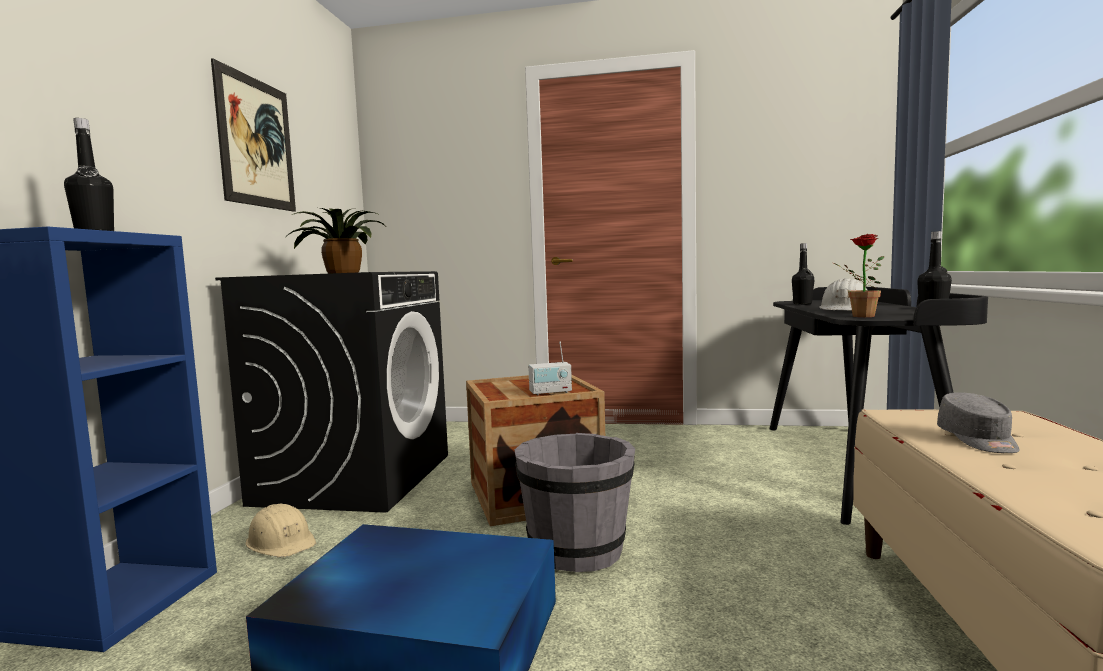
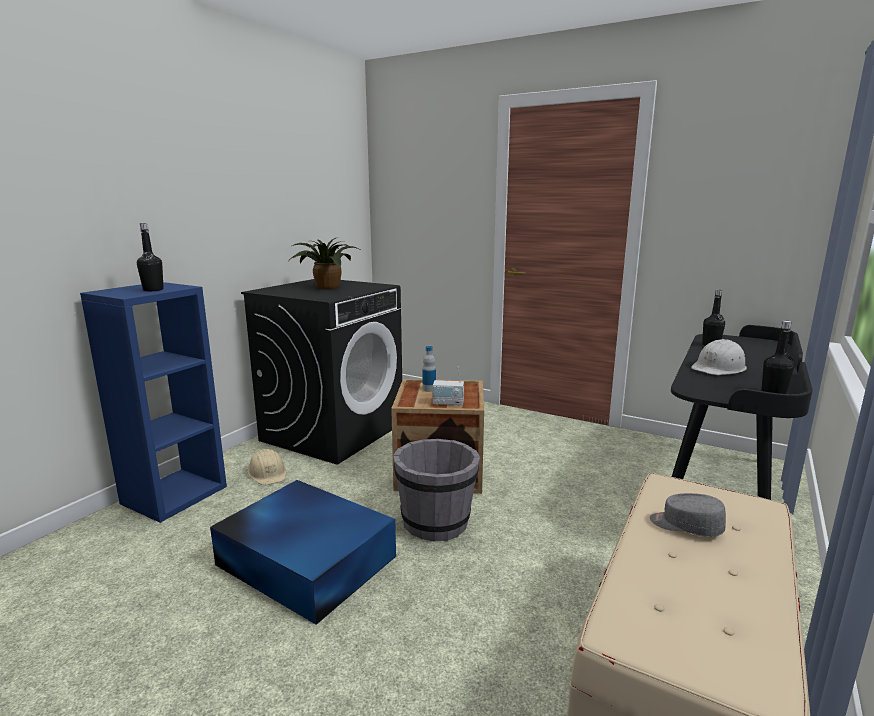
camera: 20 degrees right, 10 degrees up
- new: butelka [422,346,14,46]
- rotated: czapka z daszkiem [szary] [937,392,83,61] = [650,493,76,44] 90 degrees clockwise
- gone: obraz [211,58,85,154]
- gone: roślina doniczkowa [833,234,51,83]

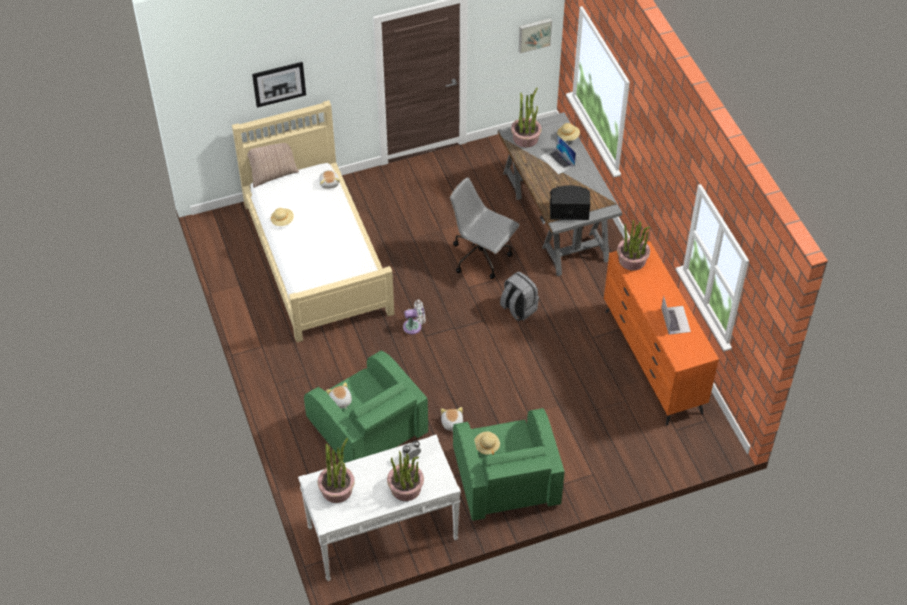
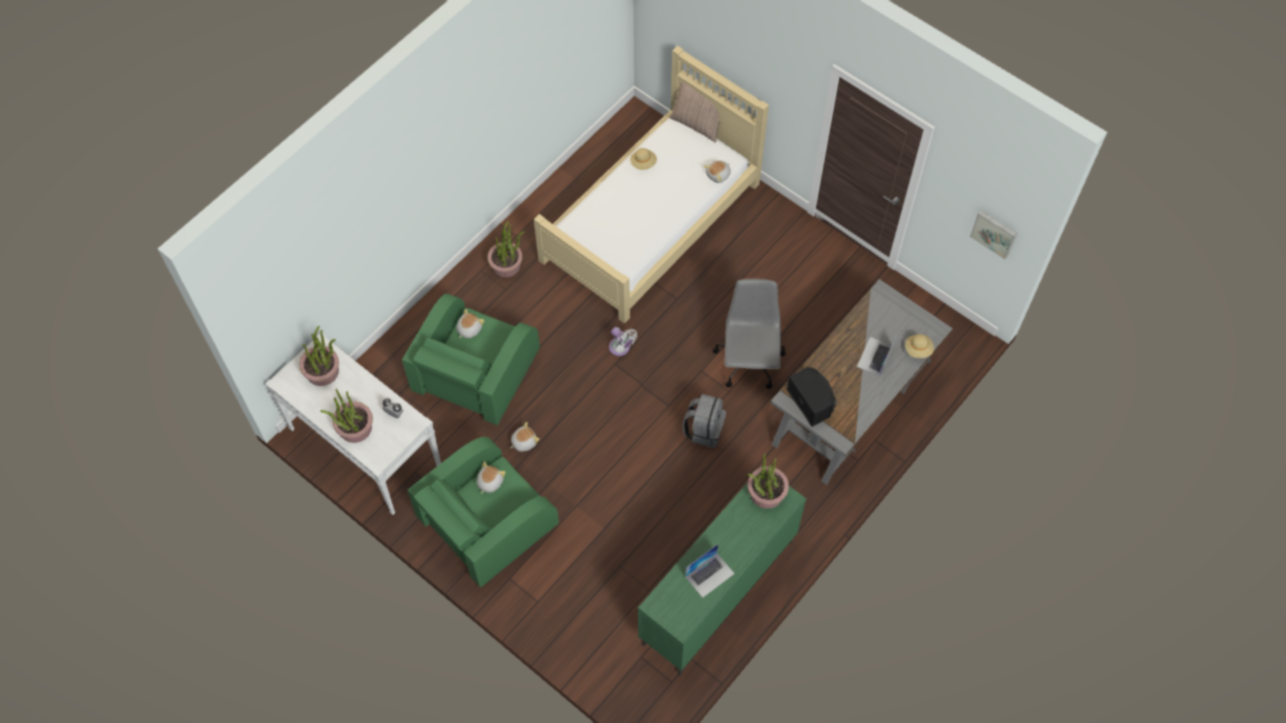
camera: 60 degrees right, 10 degrees up
- swapped: kapelusz [beżowy] [474,432,26,23] to pluszak [477,461,29,33]
- shifted: roślina doniczkowa [511,88,31,60] to [487,221,38,57]
- repainted: komoda [pomarańczowy] [604,241,115,184] to komoda [zielony] [638,466,168,209]
- gone: obraz [252,62,54,46]

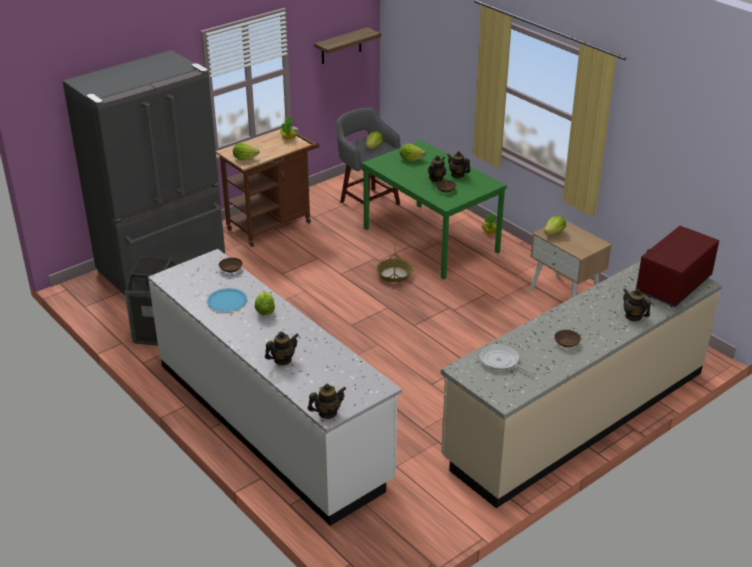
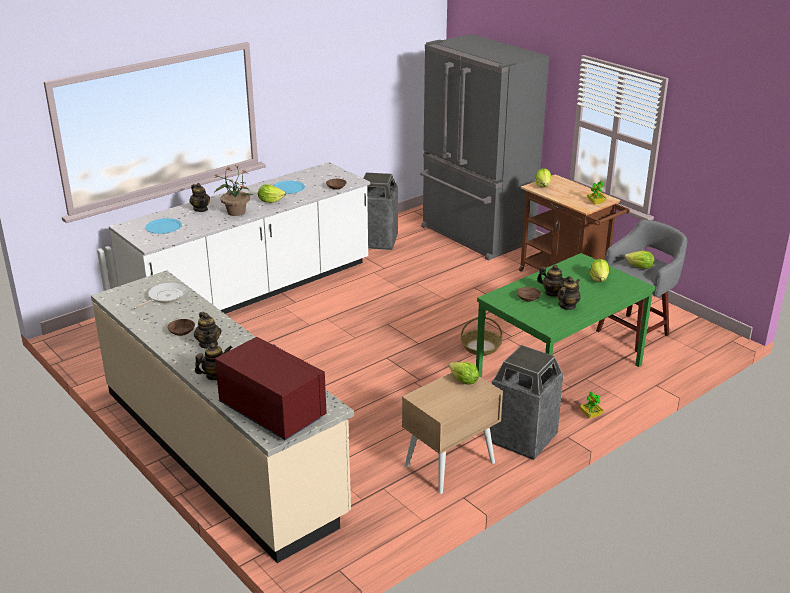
camera: 90 degrees right, 5 degrees down
- new: talerz [niebieski] [146,218,36,16]
- shifted: imbryk [308,384,38,35] to [194,312,27,37]
- new: roślina doniczkowa [214,165,39,51]
- new: kosz na śmieci [490,345,73,115]
- gone: półka [314,27,67,37]

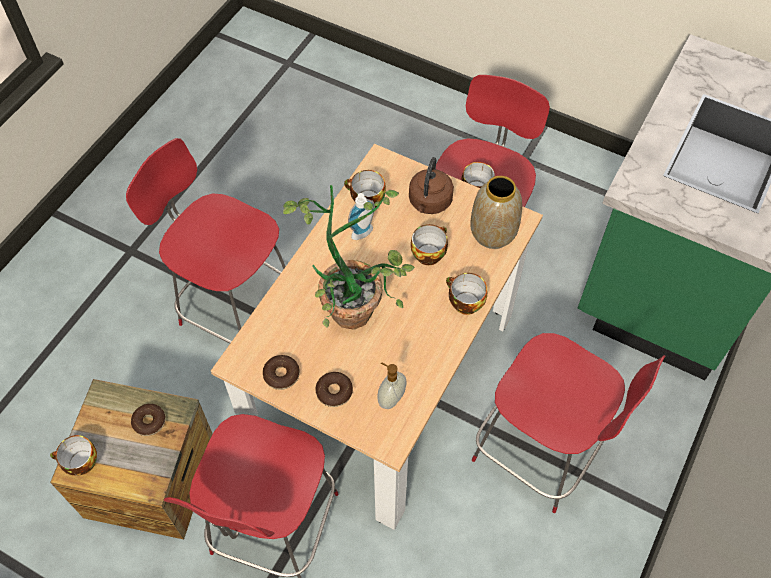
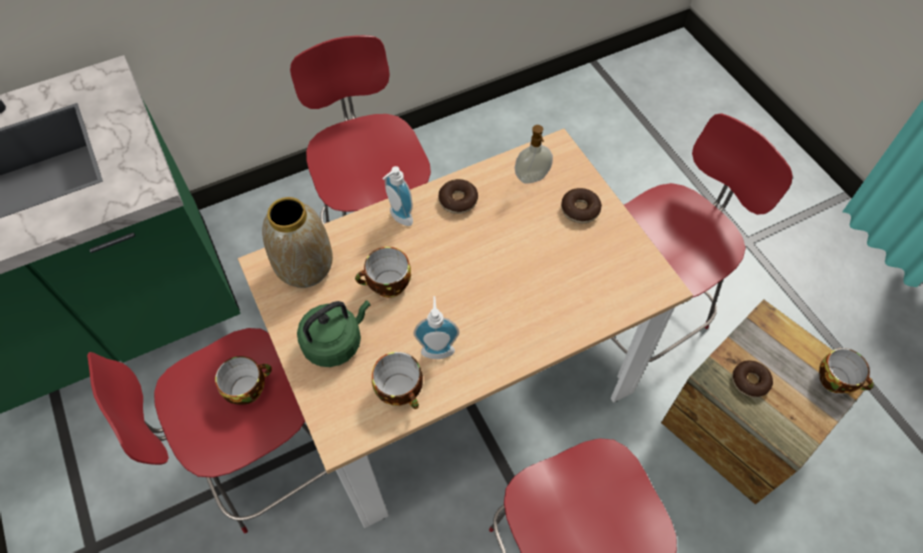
camera: 145 degrees left, 0 degrees up
- repainted: czajnik [brązowy] [409,157,45,57] to czajnik [zielony] [297,300,73,67]
- swapped: filiżanka [446,273,41,42] to dozownik mydła [382,166,31,60]
- shifted: donut [263,355,37,35] to [438,179,40,35]
- gone: roślina doniczkowa [283,185,132,145]

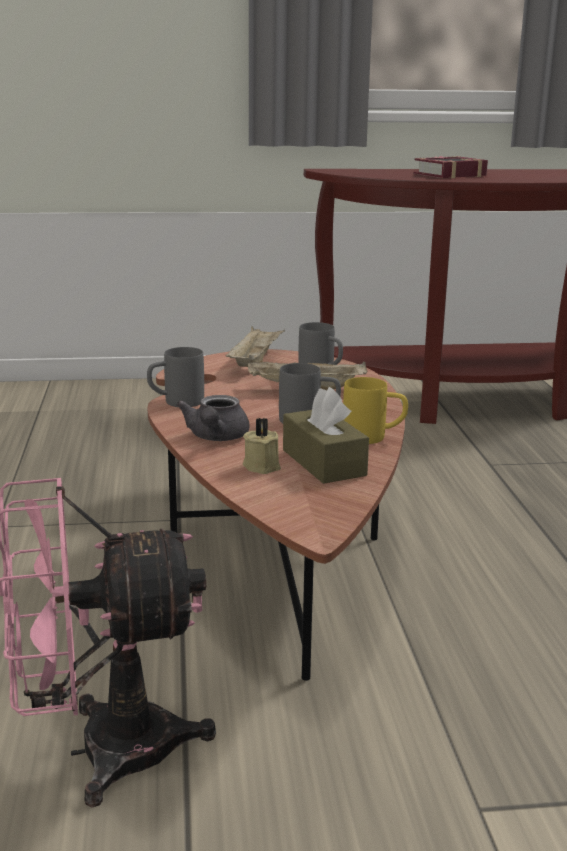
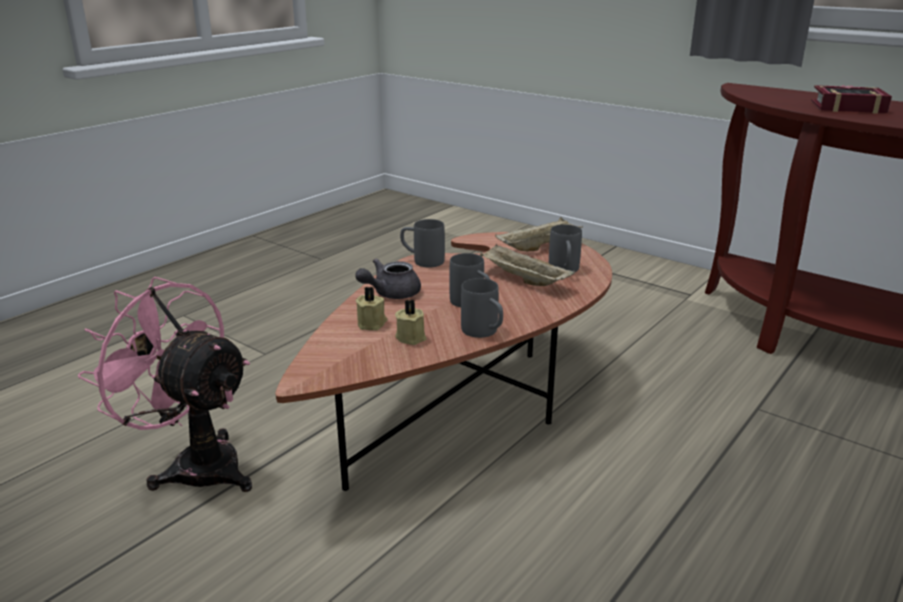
camera: 45 degrees right, 5 degrees up
- swapped: pudełko chusteczek [brązowy] [283,387,86,97] to świeca [beżowy] [395,299,31,46]
- repainted: kubek [żółty] [343,377,65,67] to kubek [szary] [461,278,42,60]

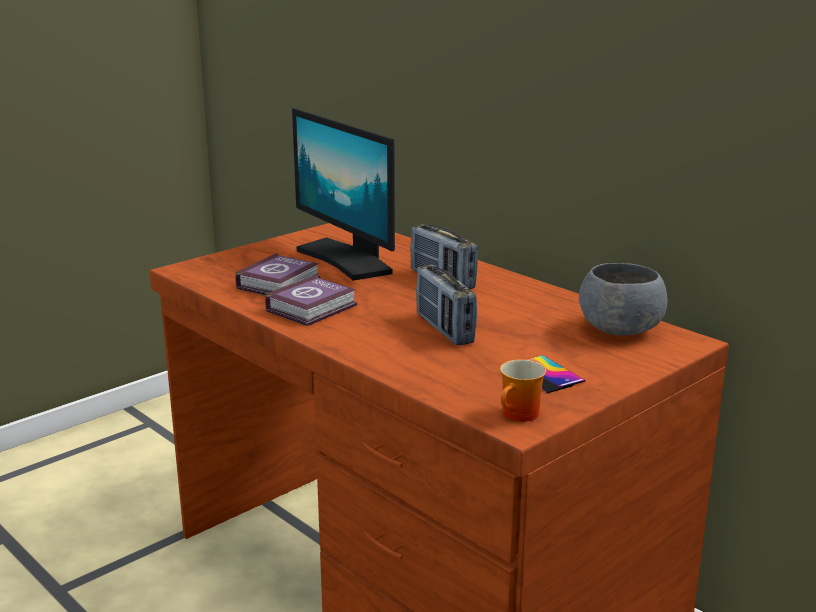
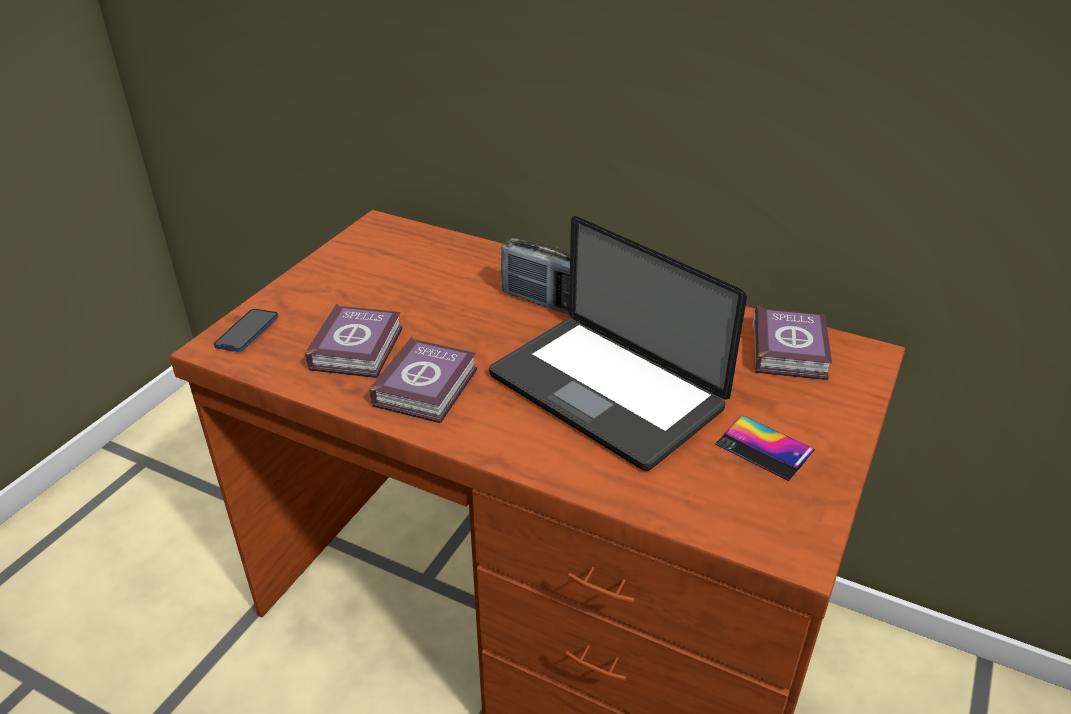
camera: 20 degrees left, 15 degrees up
- new: telefon [214,309,64,43]
- swapped: radio [416,265,61,80] to laptop [489,216,258,255]
- swapped: miska [szary] [579,263,89,73] to książka [753,306,79,74]
- gone: monitor [292,108,103,173]
- gone: kubek [500,359,46,63]

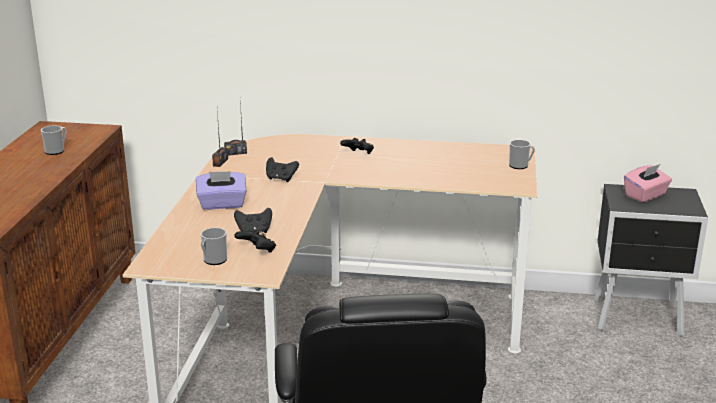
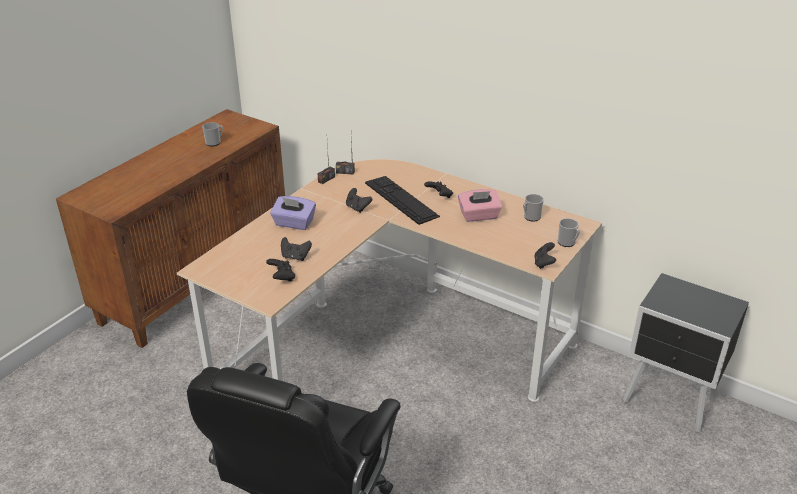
camera: 25 degrees right, 10 degrees up
- new: klawiatura [365,176,75,49]
- shifted: pudełko chusteczek [różowy] [624,164,48,39] to [458,189,44,33]
- shifted: kubek [201,228,26,37] to [523,194,21,28]
- new: pad do gier [czarny] [534,242,22,27]

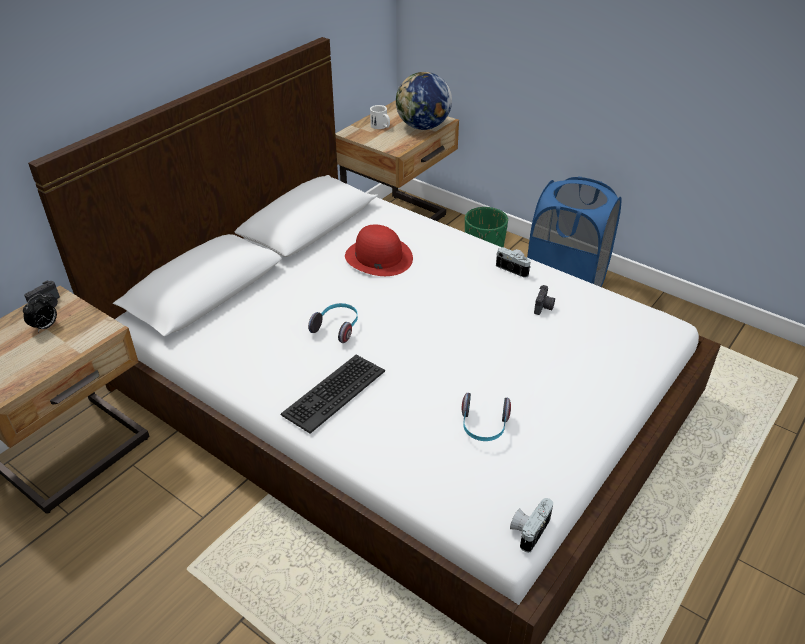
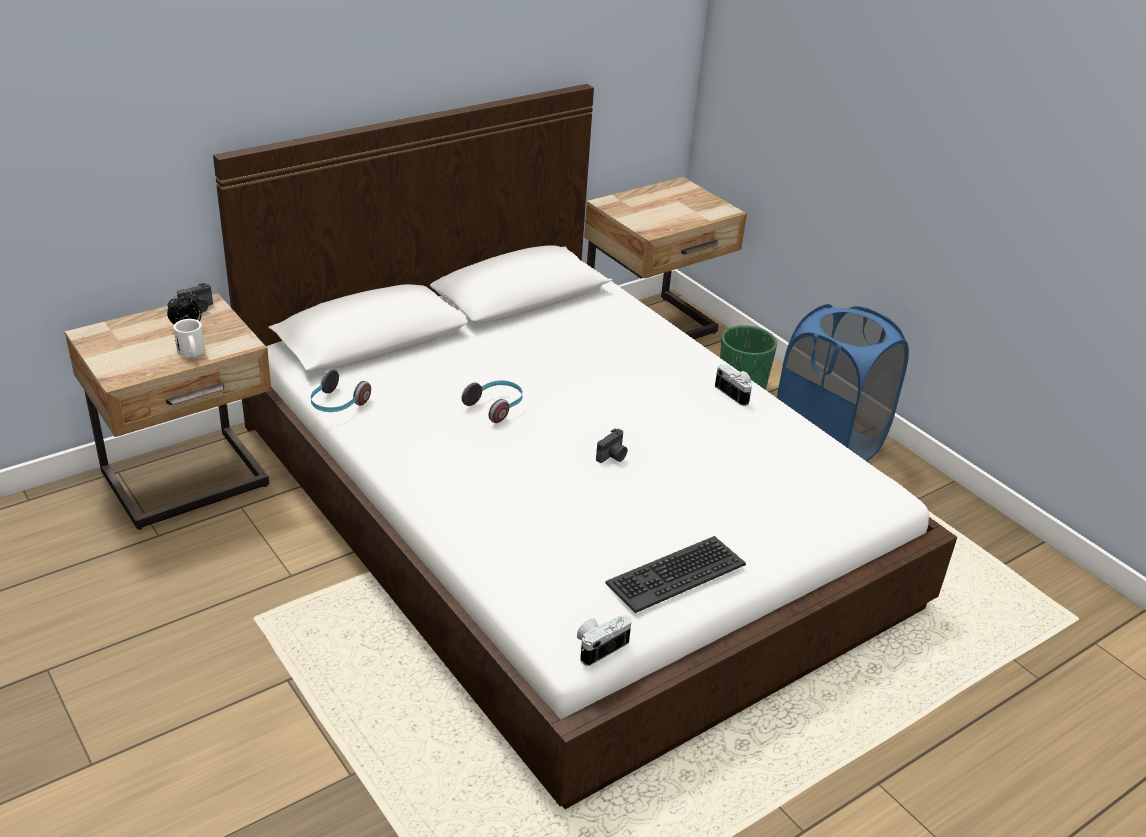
camera: 15 degrees right, 5 degrees down
- shifted: kubek [biały] [370,105,20,24] to [173,319,32,39]
- shifted: słuchawki [462,393,49,48] to [311,369,60,43]
- shifted: aparat fotograficzny [534,285,21,30] to [596,428,31,35]
- shifted: klawiatura [281,355,104,79] to [605,536,141,77]
- gone: kapelusz [czerwony] [345,224,68,52]
- gone: globus [396,72,56,58]

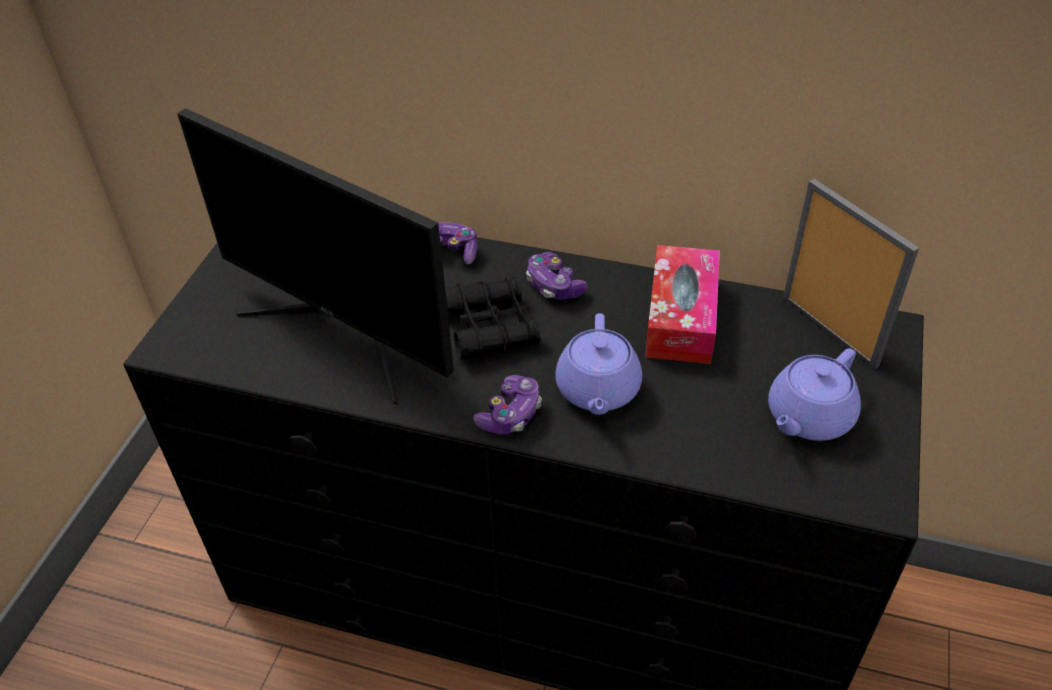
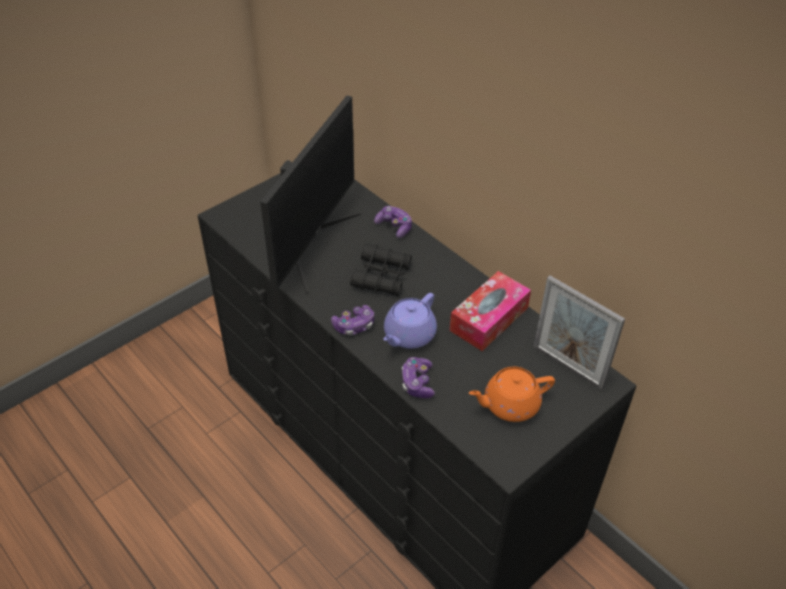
camera: 30 degrees right, 0 degrees up
- rotated: monitor [177,108,277,297] = [260,96,101,198] 135 degrees counterclockwise
- shifted: pad do gier [526,252,61,48] to [402,357,33,41]
- repainted: imbryk [fioletowy] [768,348,93,93] to imbryk [pomarańczowy] [469,367,86,55]
- rotated: ramka na zdjęcie [783,179,136,190] = [533,276,92,114] 135 degrees clockwise

